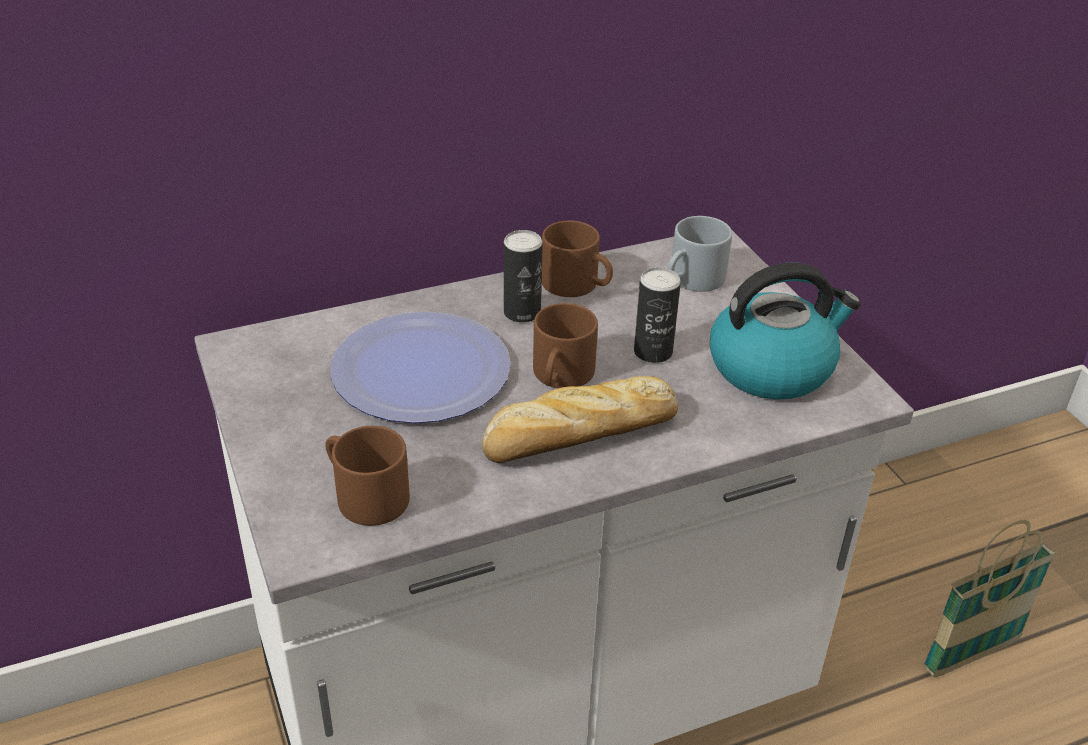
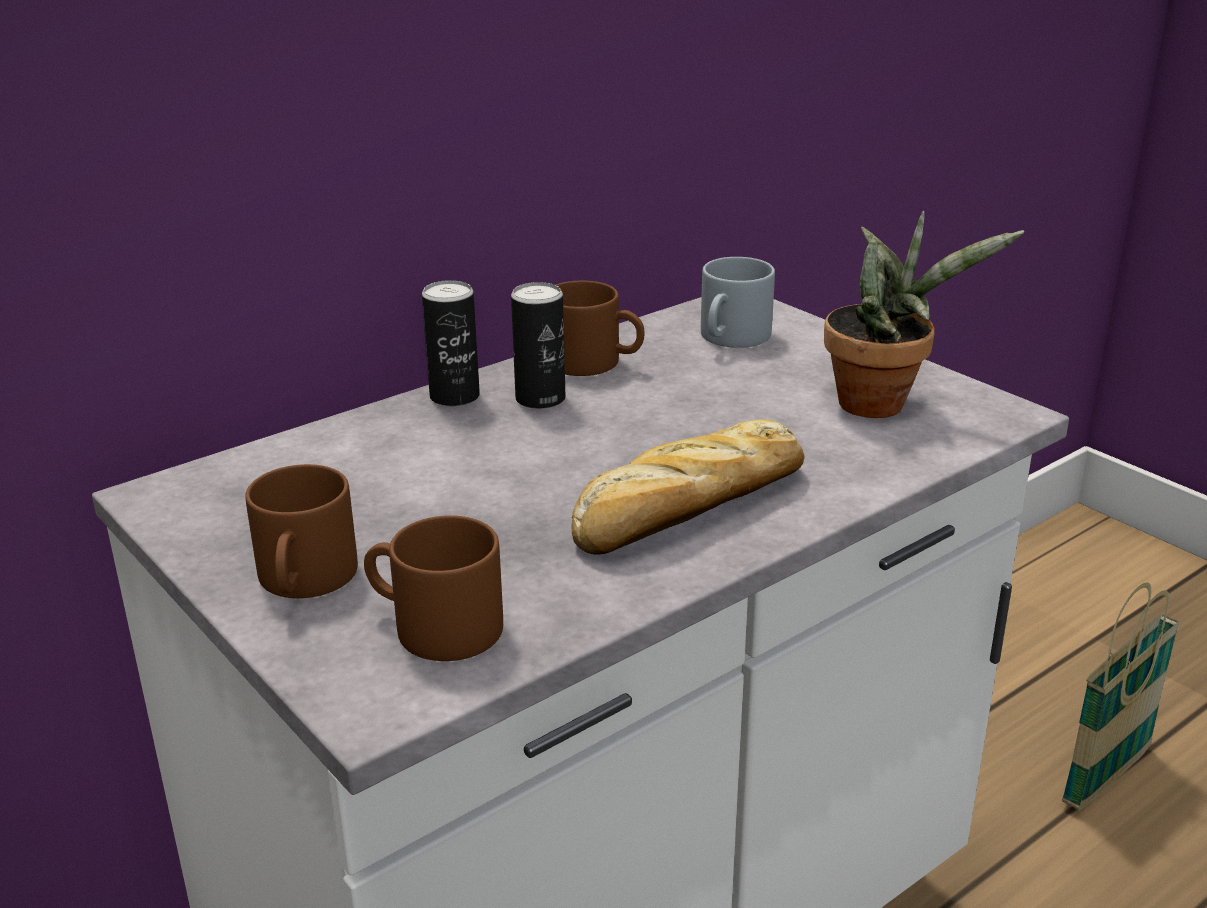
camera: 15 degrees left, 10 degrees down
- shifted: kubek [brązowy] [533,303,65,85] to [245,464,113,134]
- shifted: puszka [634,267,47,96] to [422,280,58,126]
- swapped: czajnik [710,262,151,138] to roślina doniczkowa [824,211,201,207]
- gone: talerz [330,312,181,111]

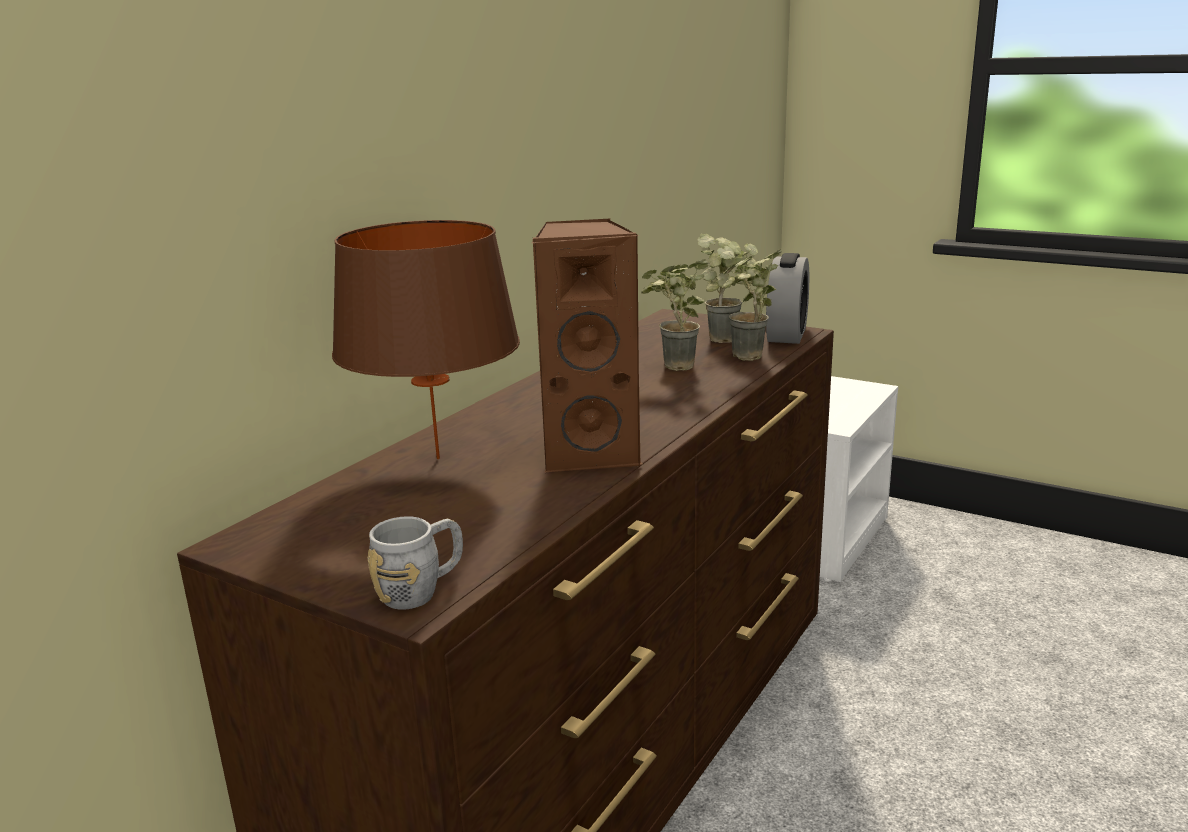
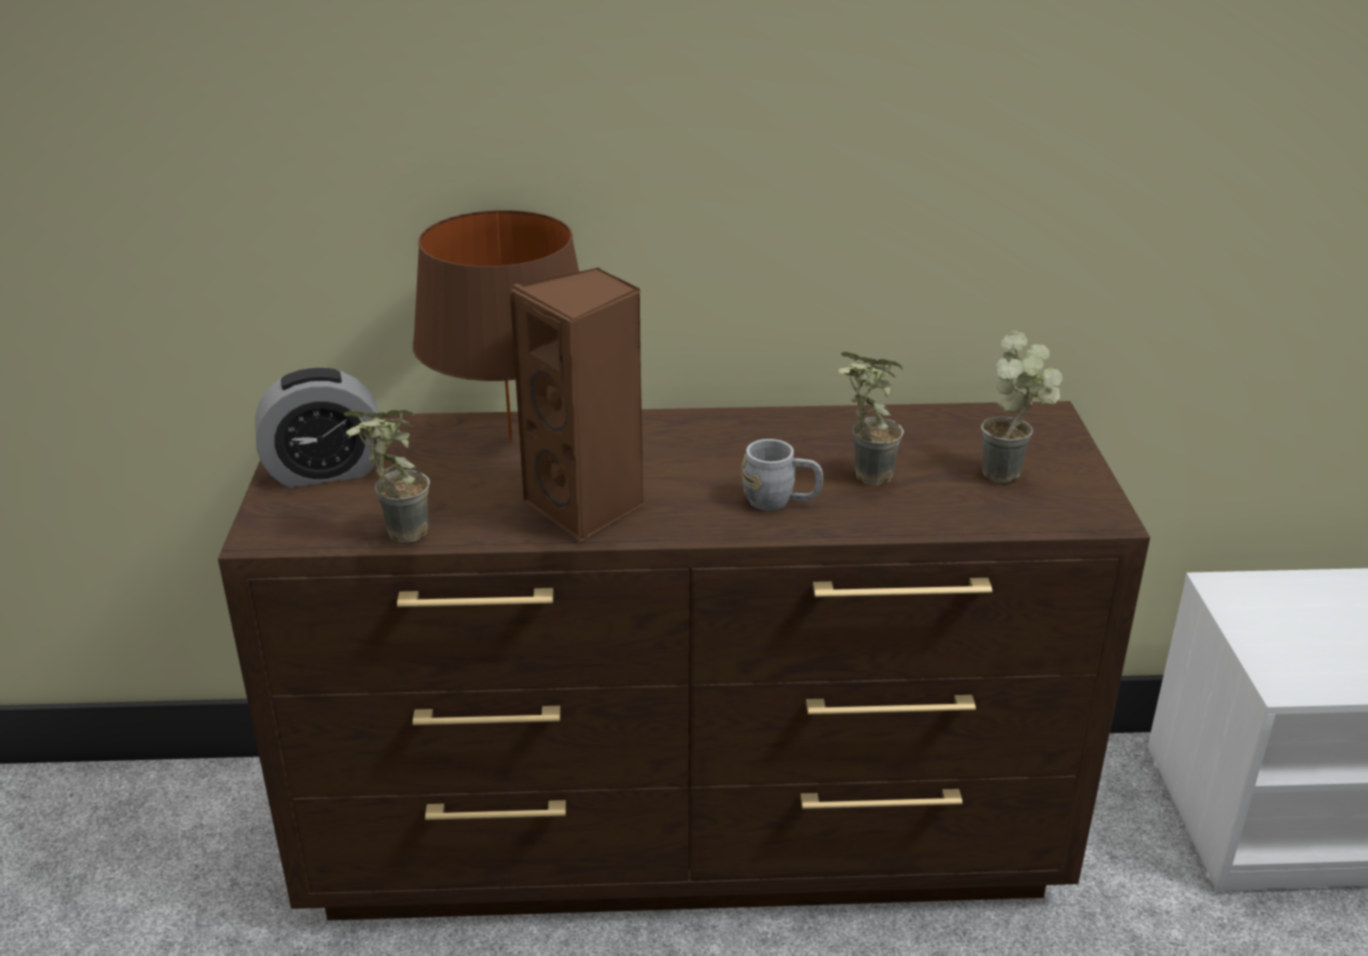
camera: 55 degrees right, 10 degrees up
- shifted: budzik [766,253,43,91] to [255,368,125,120]
- shifted: roślina doniczkowa [722,248,60,113] to [344,410,86,133]
- shifted: kubek [szary] [367,516,96,94] to [741,439,82,72]

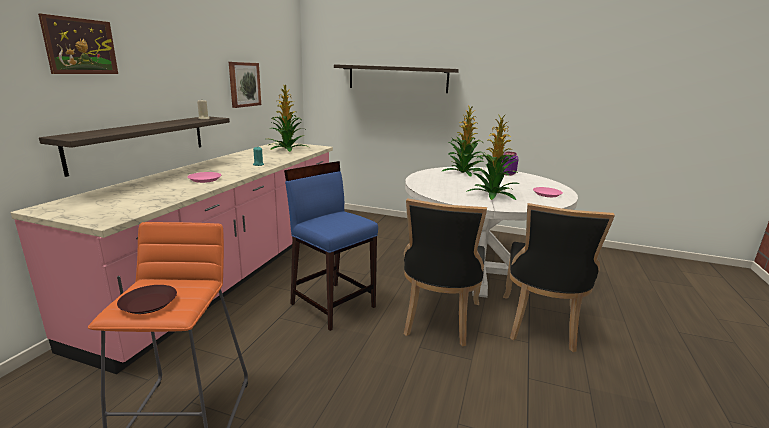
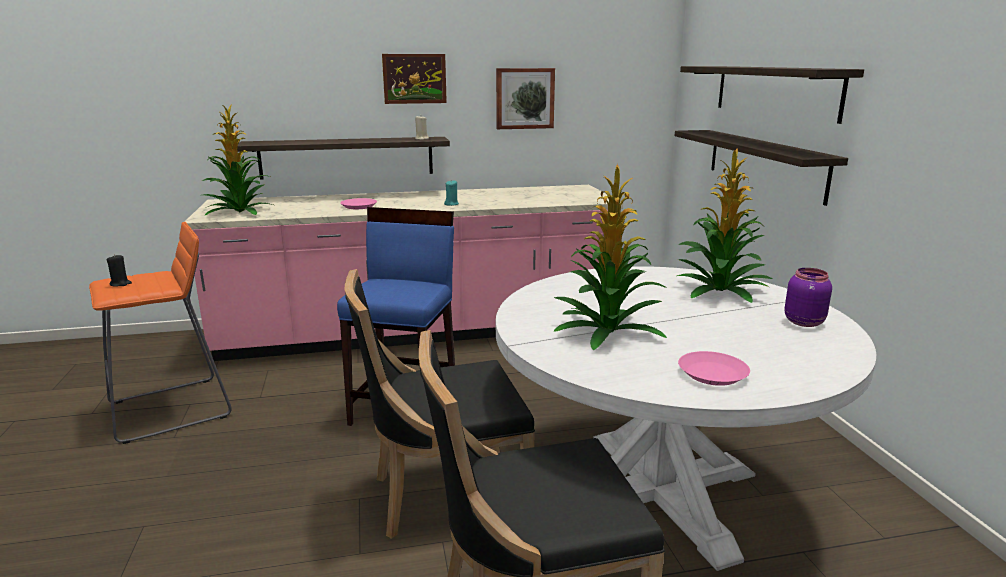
camera: 60 degrees right, 0 degrees up
- swapped: talerz [brązowy] [117,285,60,29] to świeca [czarny] [107,254,25,32]
- shifted: roślina doniczkowa [269,85,40,67] to [202,104,71,112]
- shifted: obraz [38,14,80,60] to [382,54,65,50]
- new: półka [675,130,173,76]

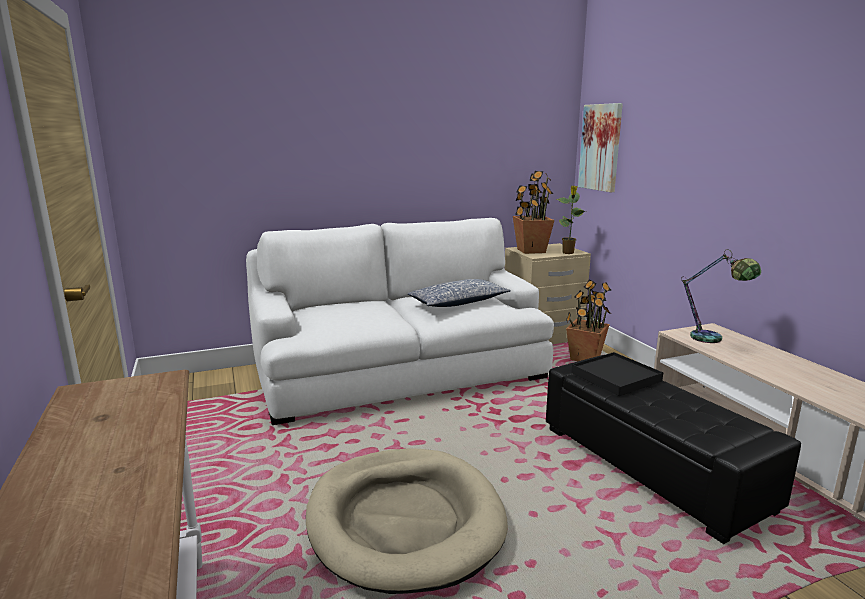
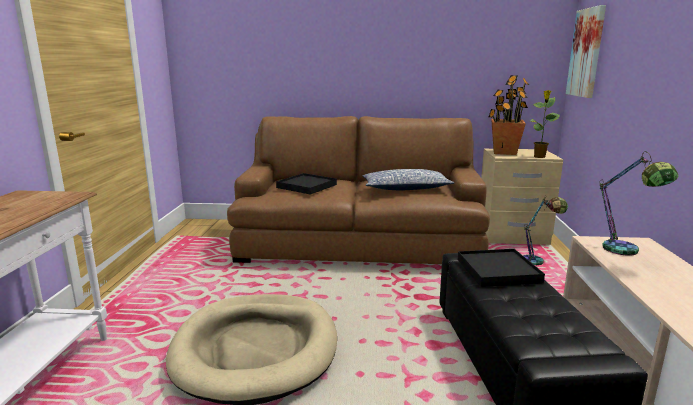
camera: 25 degrees right, 0 degrees up
- repainted: kanapa [biały] [246,218,308,207] to kanapa [brązowy] [227,116,263,148]
- new: taca [czarny] [276,173,61,22]
- swapped: roślina doniczkowa [566,280,46,81] to lampa stołowa [523,195,45,70]

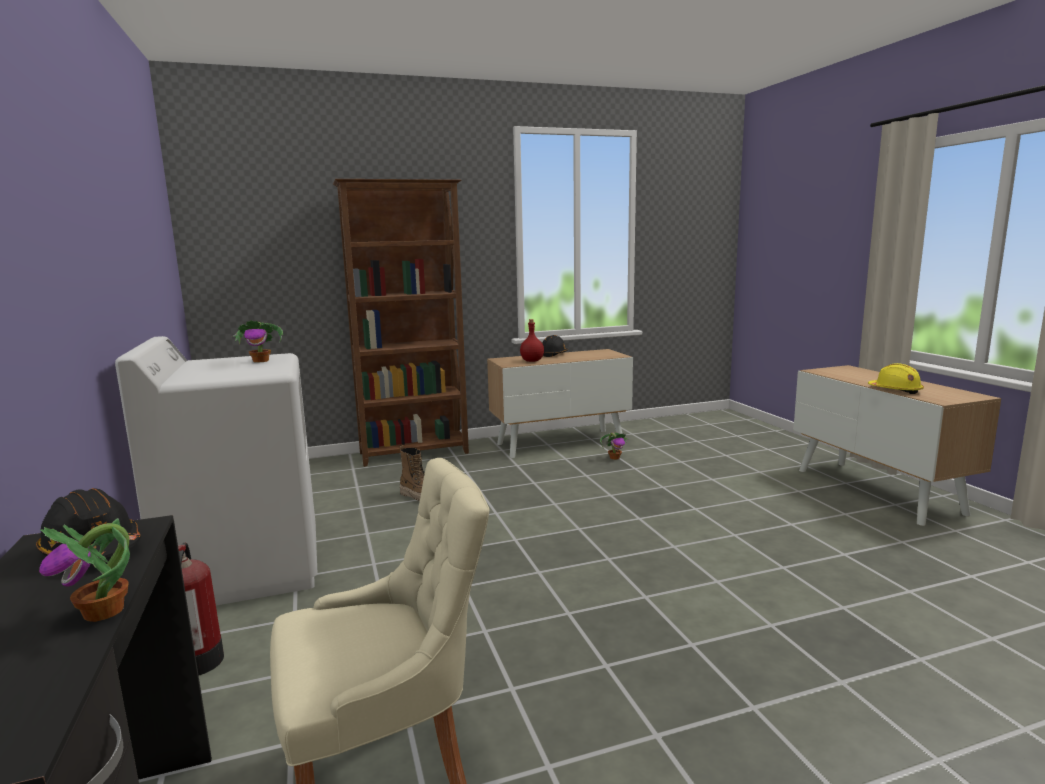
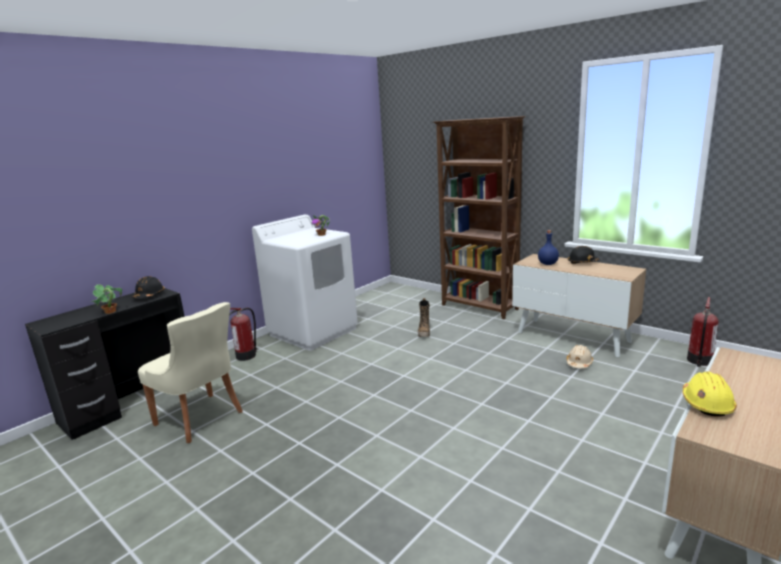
camera: 60 degrees right, 5 degrees up
- repainted: butelka [czerwony] [520,319,24,43] to butelka [niebieski] [538,230,21,35]
- swapped: roślina doniczkowa [600,432,28,28] to kask [beżowy] [567,345,26,23]
- new: gaśnica [687,297,32,70]

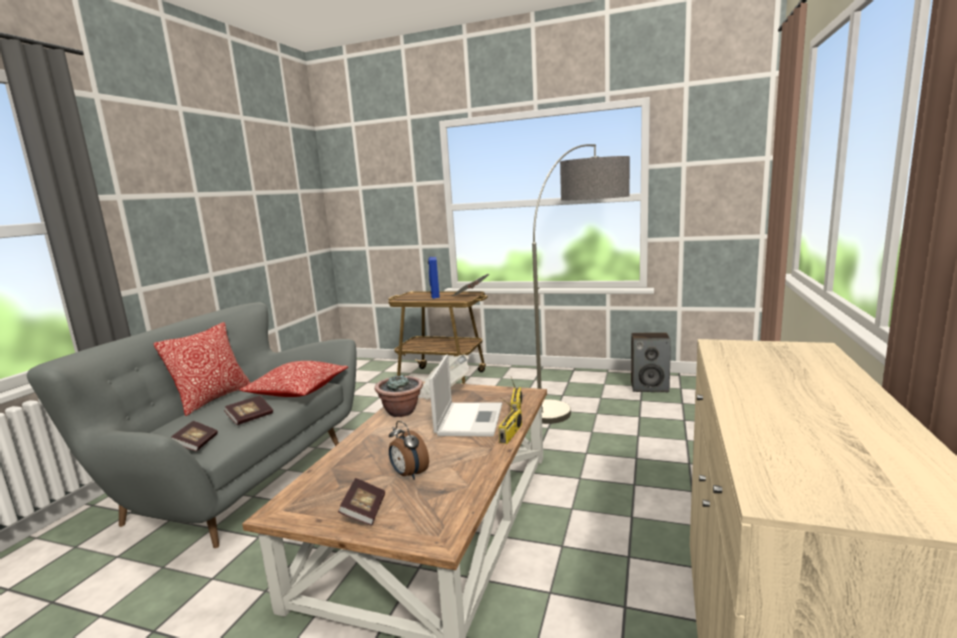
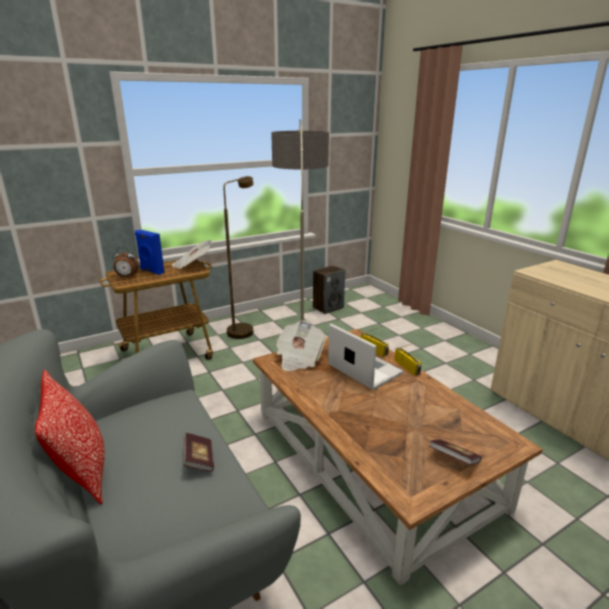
camera: 50 degrees left, 10 degrees up
- shifted: budzik [389,421,40,59] to [112,247,27,31]
- new: lampa stojąca [brązowy] [223,176,31,163]
- gone: książka [171,421,47,31]
- gone: poduszka [239,361,109,36]
- gone: roślina doniczkowa [375,375,48,42]

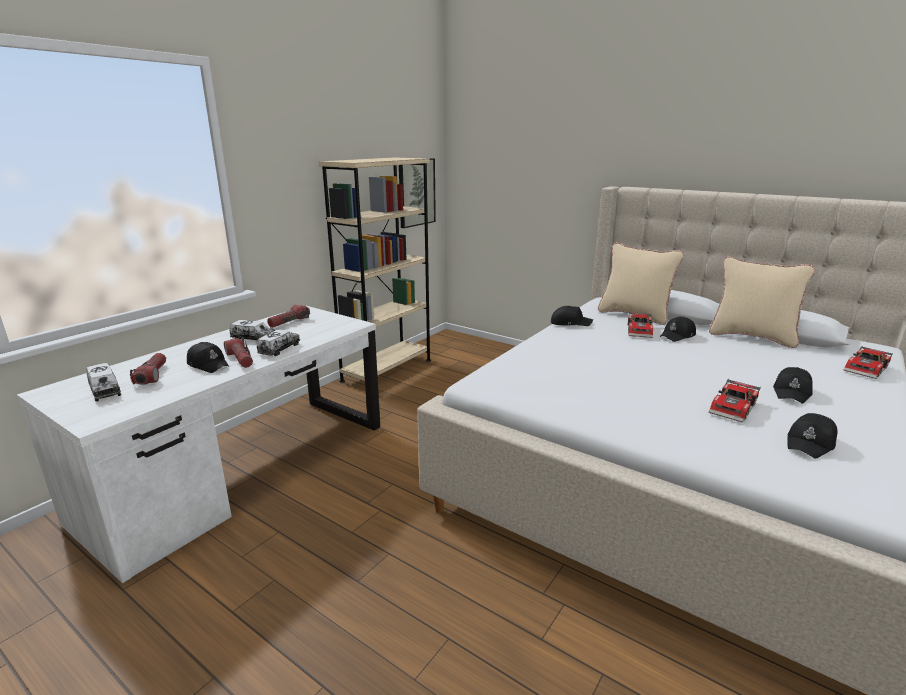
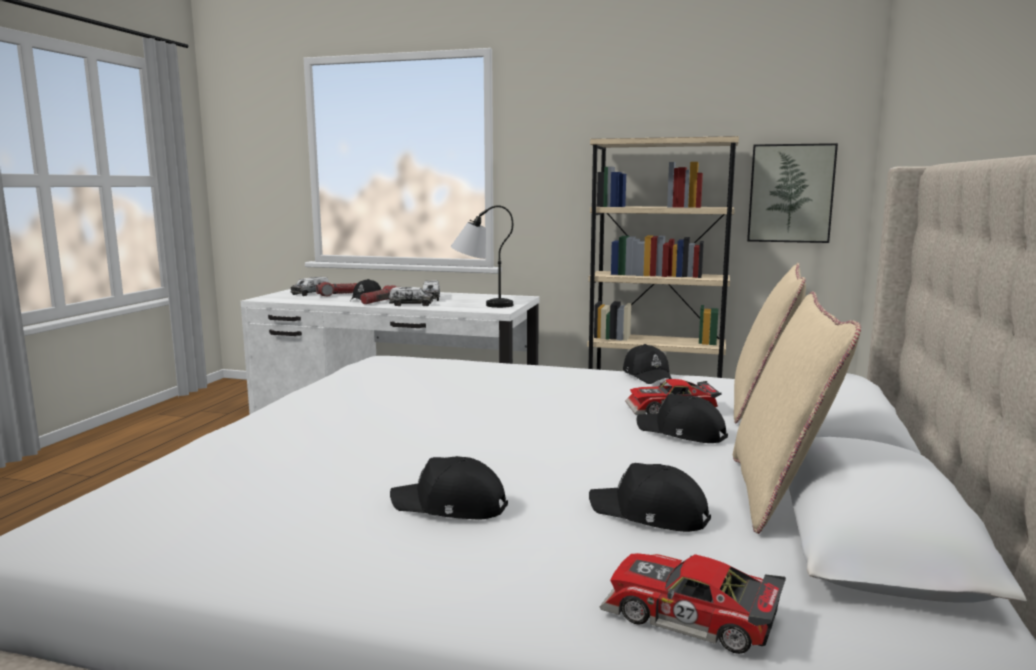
camera: 70 degrees right, 10 degrees down
- new: lampa stołowa [451,205,62,103]
- shifted: czapka z daszkiem [czarny] [787,413,51,45] to [589,463,122,69]
- gone: latarka [267,305,43,23]
- gone: samochodzik [709,379,52,44]

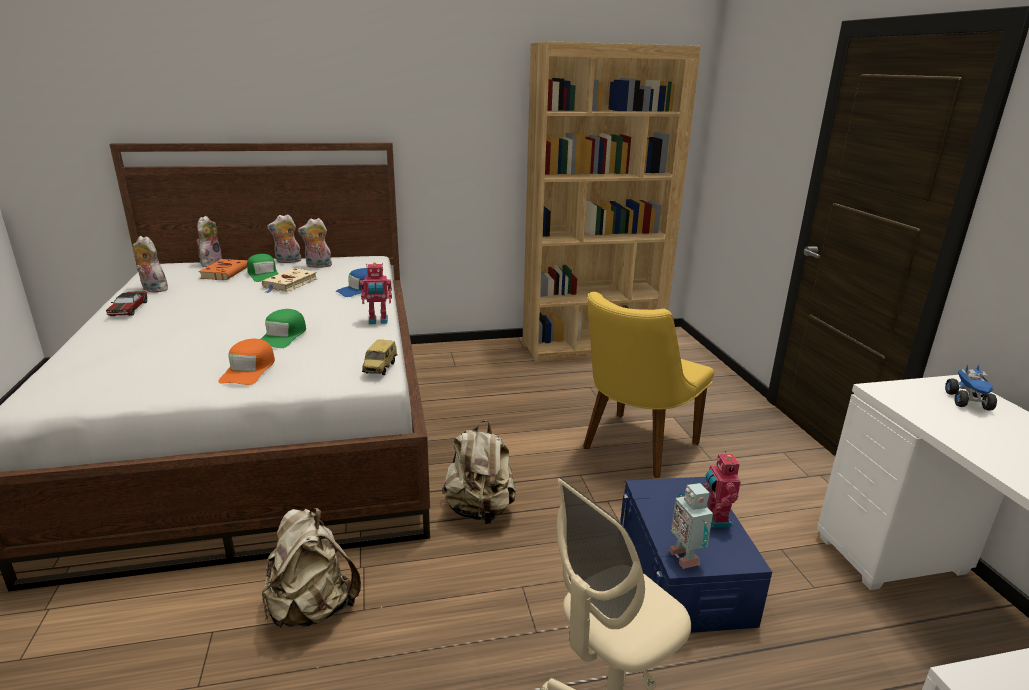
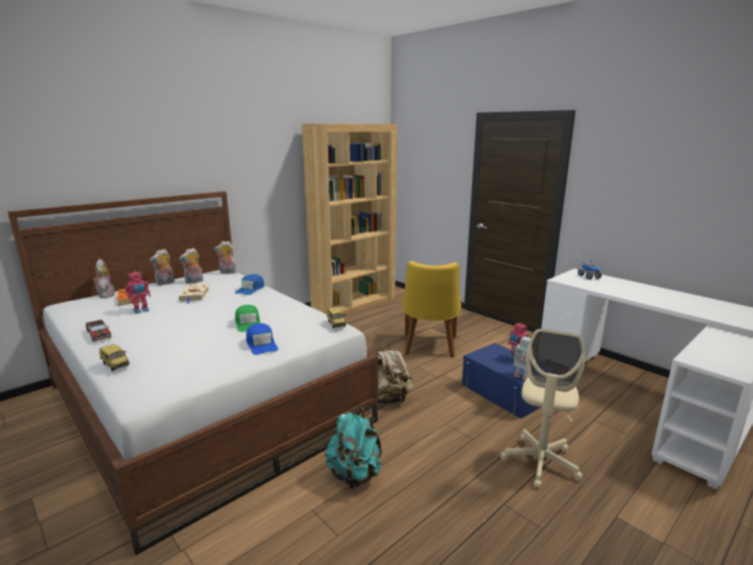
camera: 30 degrees left, 5 degrees down
- new: samochodzik [99,344,31,27]
- shifted: robot zabawkowy [360,262,32,62] to [125,271,26,43]
- shifted: pluszak [133,236,35,57] to [214,241,23,33]
- repainted: czapka z daszkiem [pomarańczowy] [218,339,57,46] to czapka z daszkiem [niebieski] [246,323,32,32]
- repainted: plecak [beżowy] [262,508,99,119] to plecak [turkusowy] [325,407,57,82]
- gone: czapka z daszkiem [zielony] [247,254,31,28]

